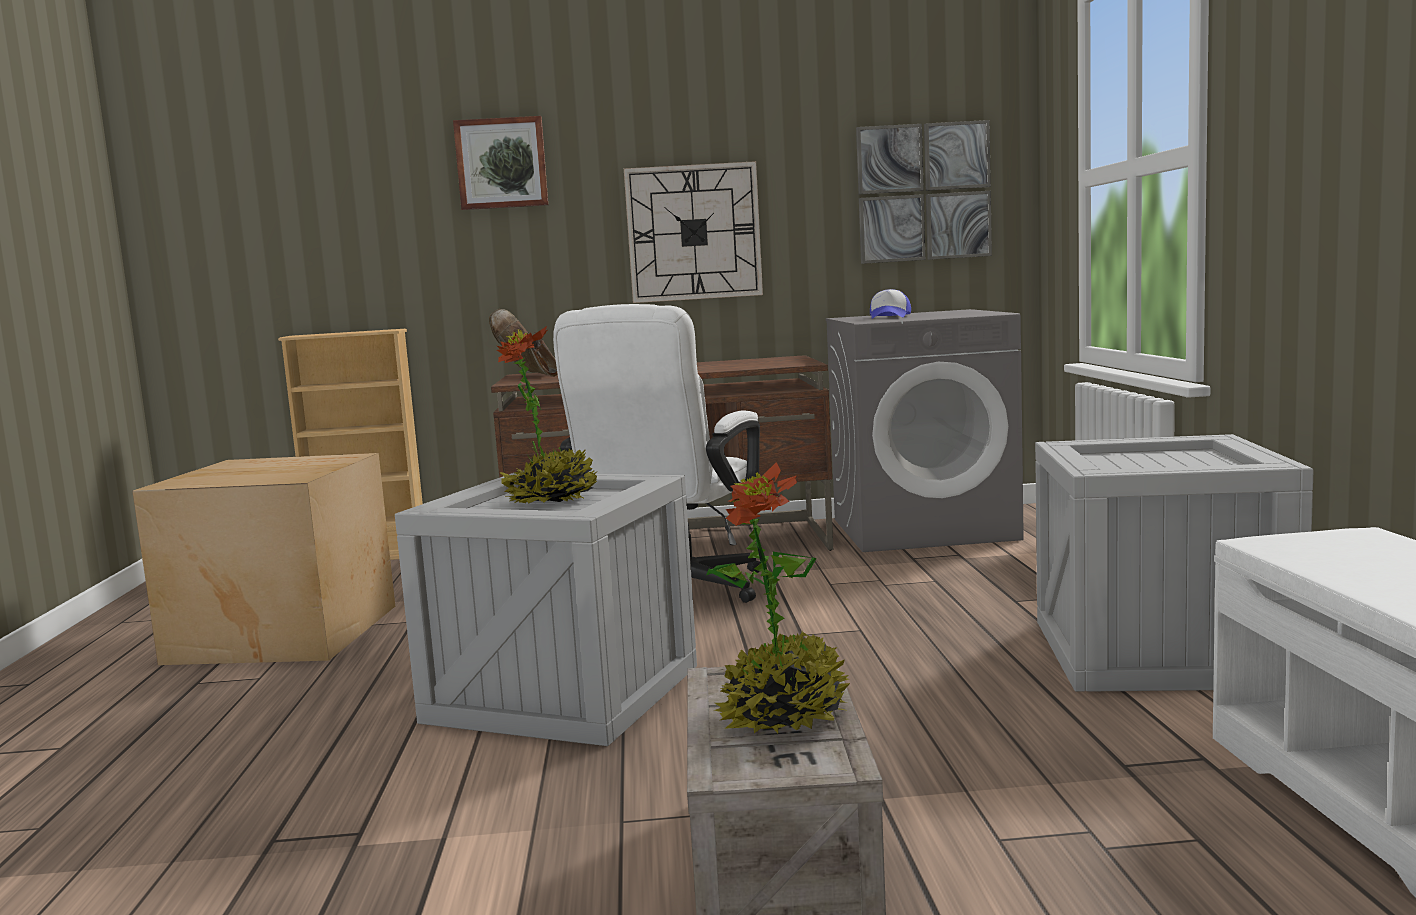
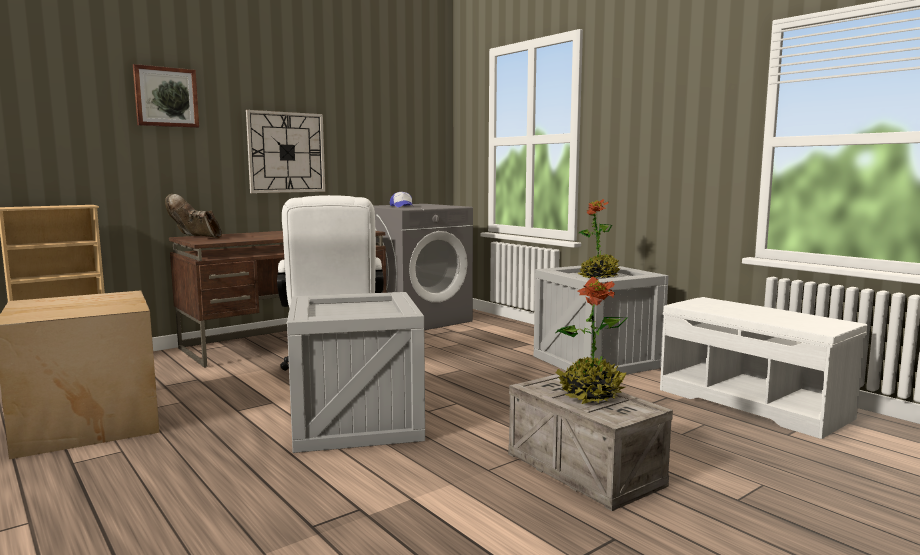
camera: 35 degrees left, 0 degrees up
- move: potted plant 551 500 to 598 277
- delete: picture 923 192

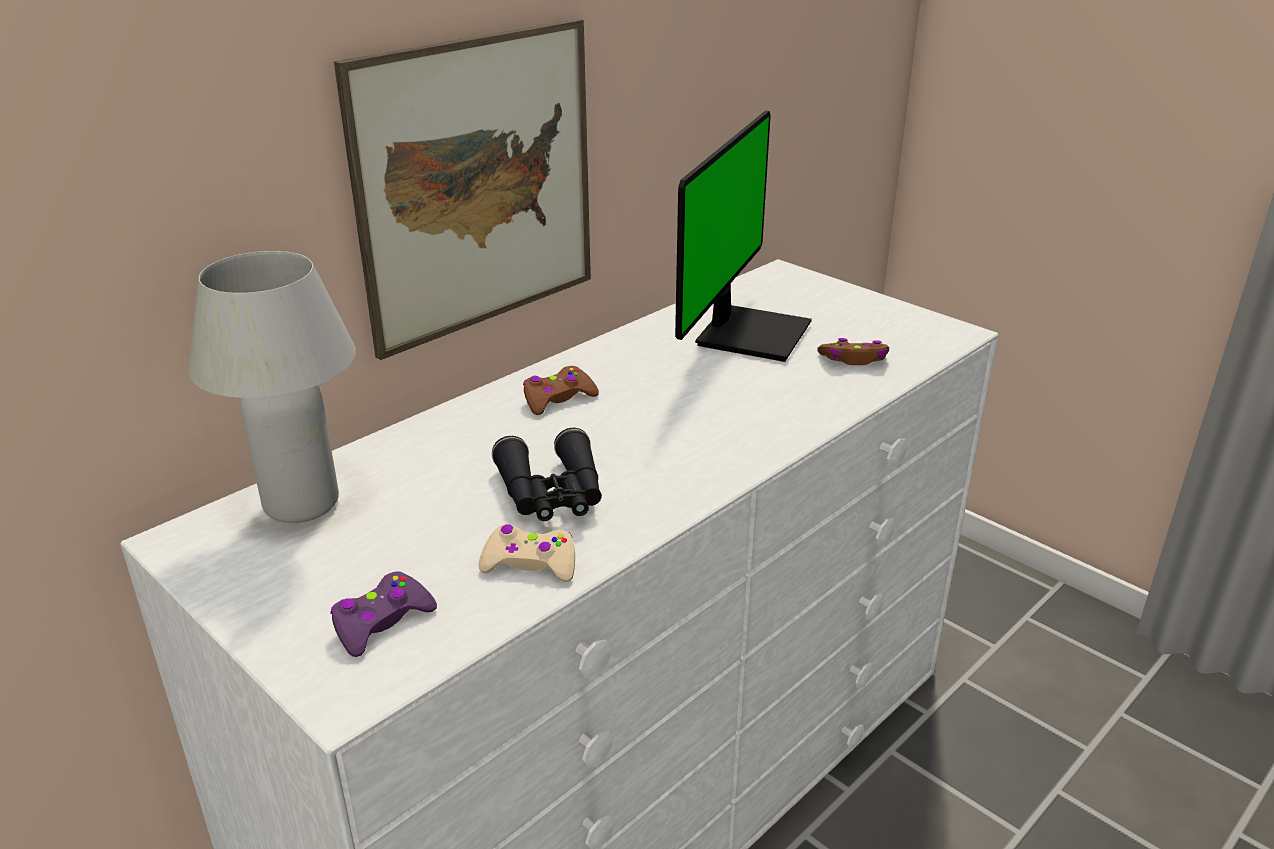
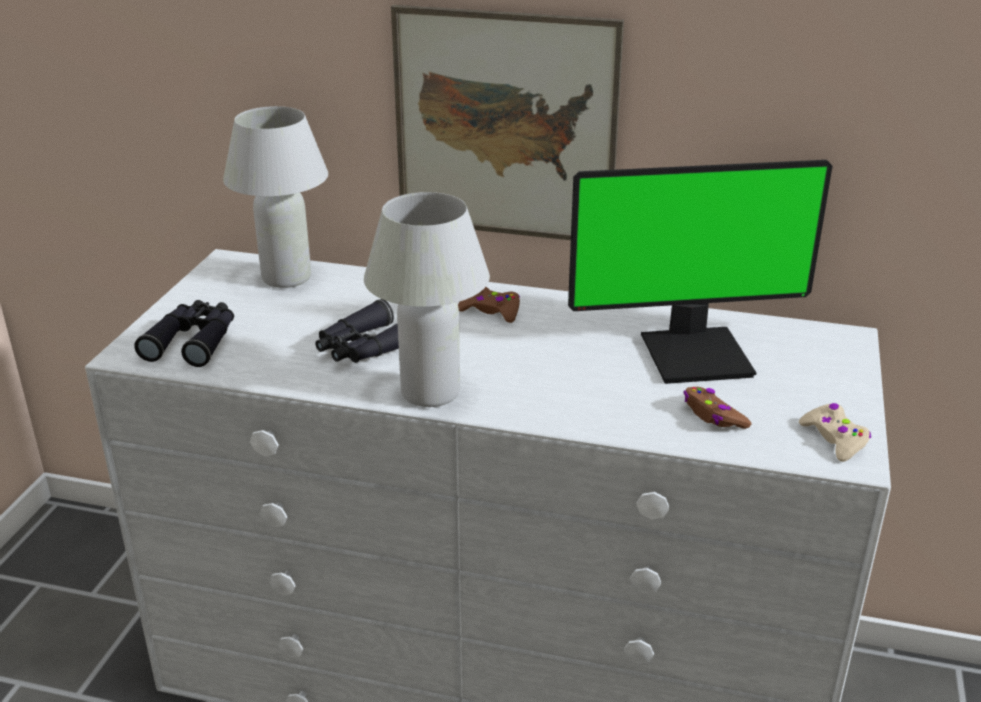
camera: 60 degrees right, 0 degrees up
- replace: game controller (purple) 381 622 to binoculars (black) 193 341
- move: game controller (beige) 530 563 to 834 439
- insert: table lamp (white) 430 392

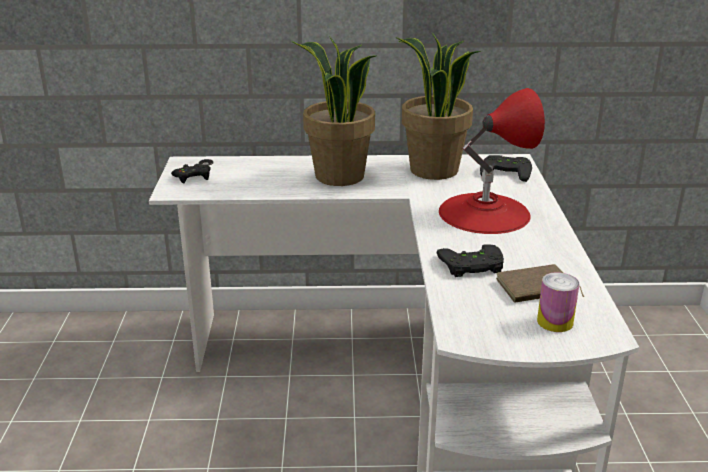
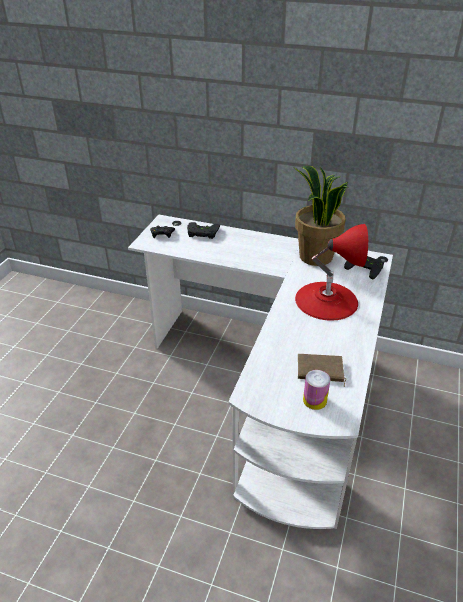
camera: 20 degrees right, 10 degrees up
- delete: potted plant 339 176
- move: game controller (black) 471 266 to 202 233

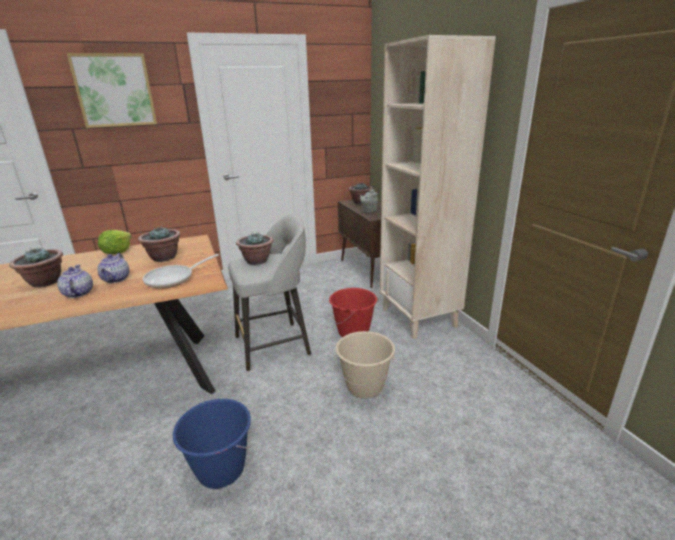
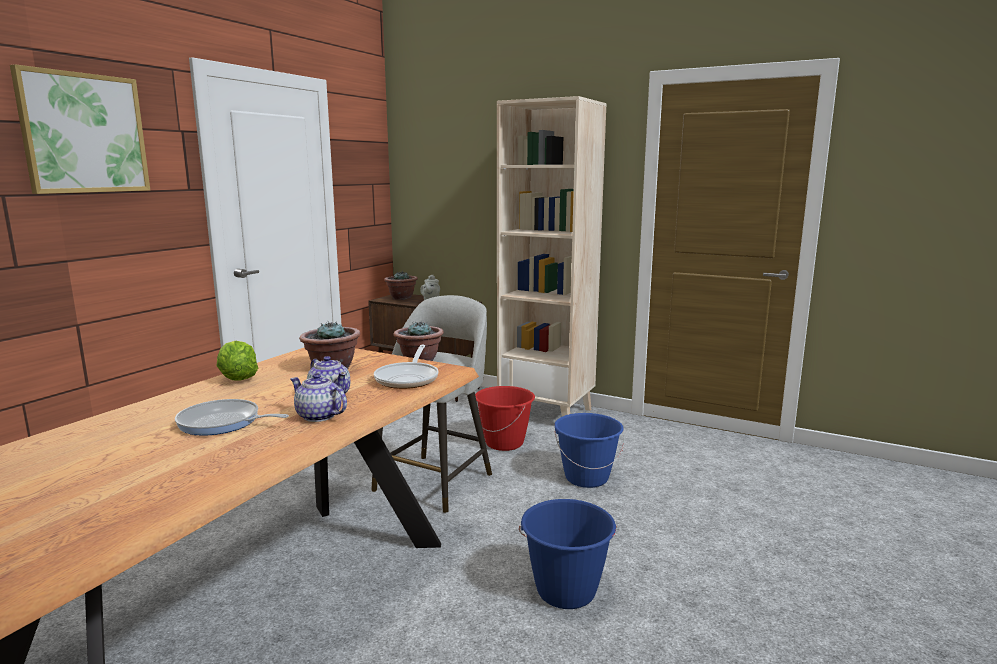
camera: 40 degrees left, 10 degrees down
- replace: potted plant 45 282 to frying pan 223 423
- recolor: bucket (beige) 365 386 to bucket (blue) 586 478

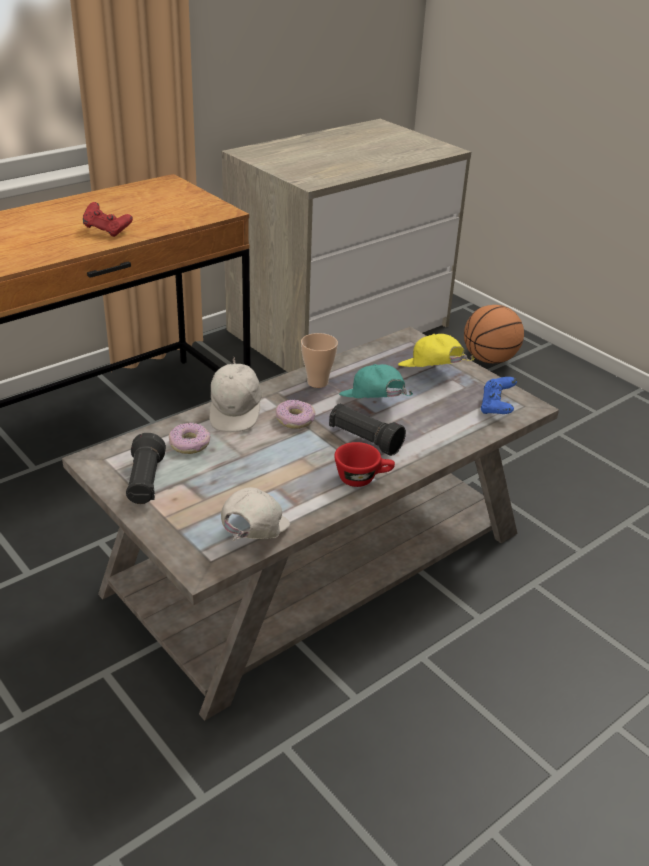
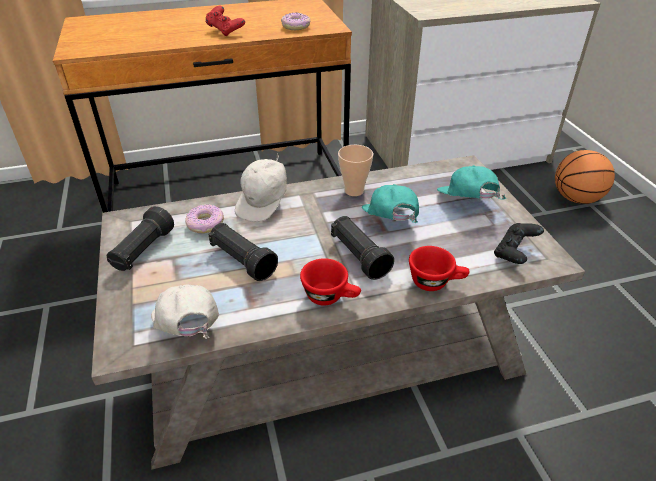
camera: 25 degrees right, 5 degrees up
- rotate: cap (white) 252 536 = 188 330 75 degrees counterclockwise
- move: donut 295 419 to 296 26
- recolor: cap (yellow) 431 373 to cap (turquoise) 466 204
- recolor: game controller (blue) 496 408 to game controller (black) 515 254
- insert: flashlight (black) 242 261
- insert: cup (red) 435 282

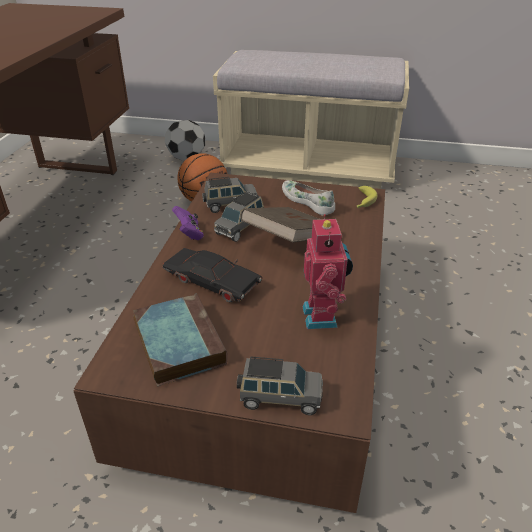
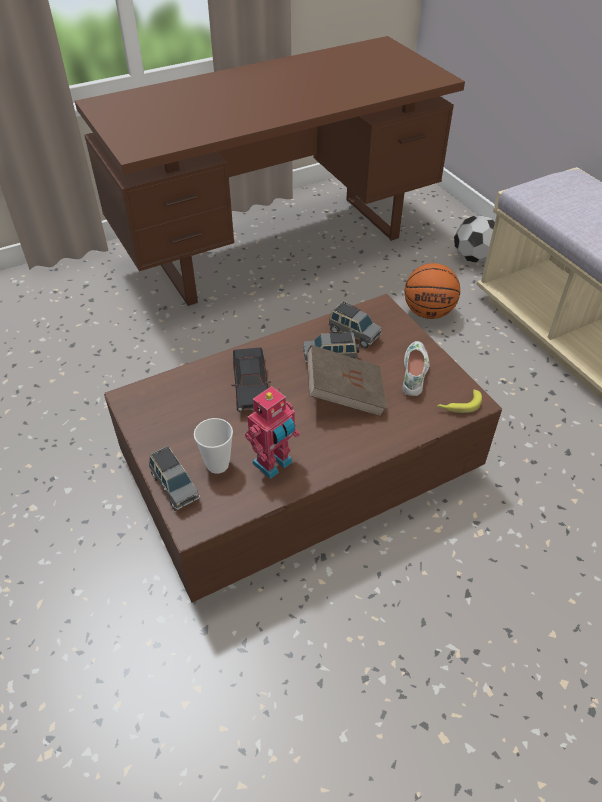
camera: 50 degrees right, 10 degrees up
- delete: book 178 342
- delete: game controller (purple) 189 234
- insert: cup 217 465

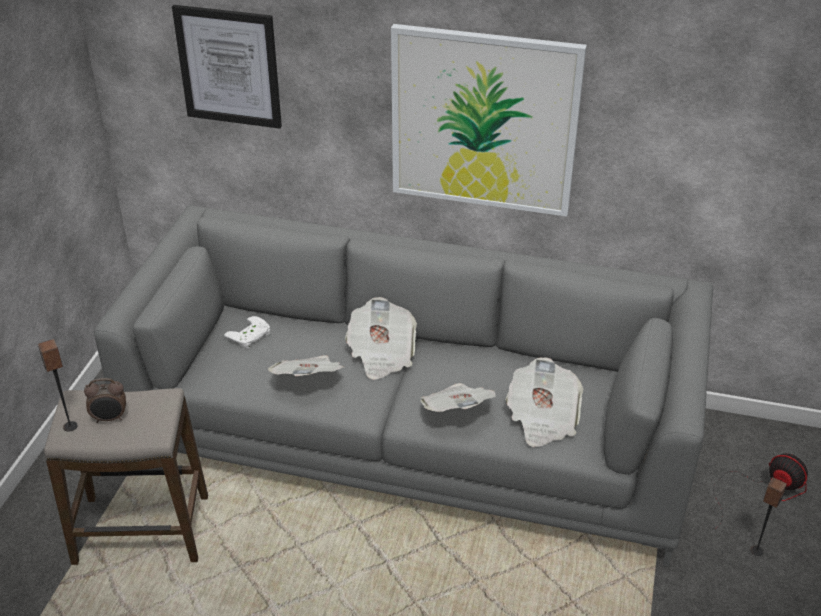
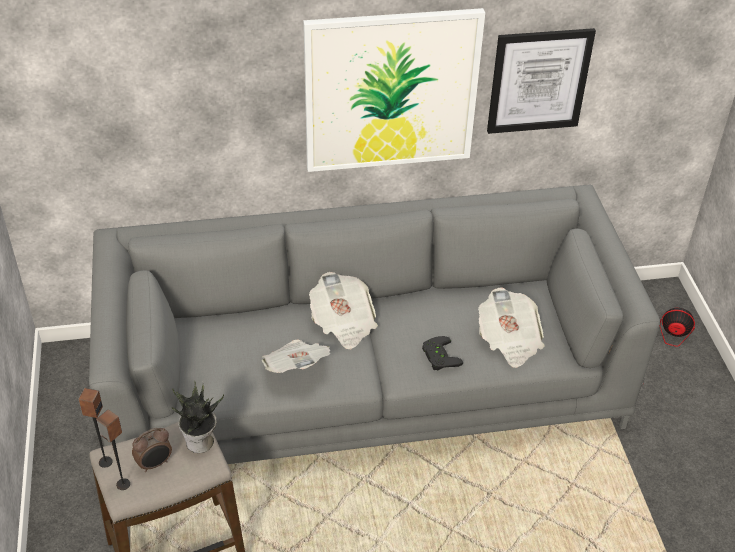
camera: 25 degrees left, 5 degrees up
- move: picture 229 67 to 538 81
- delete: game controller (white) 250 336
- replace: newspaper 456 412 to game controller (black) 438 356
- move: speaker 756 550 to 105 462
- insert: potted plant 200 443

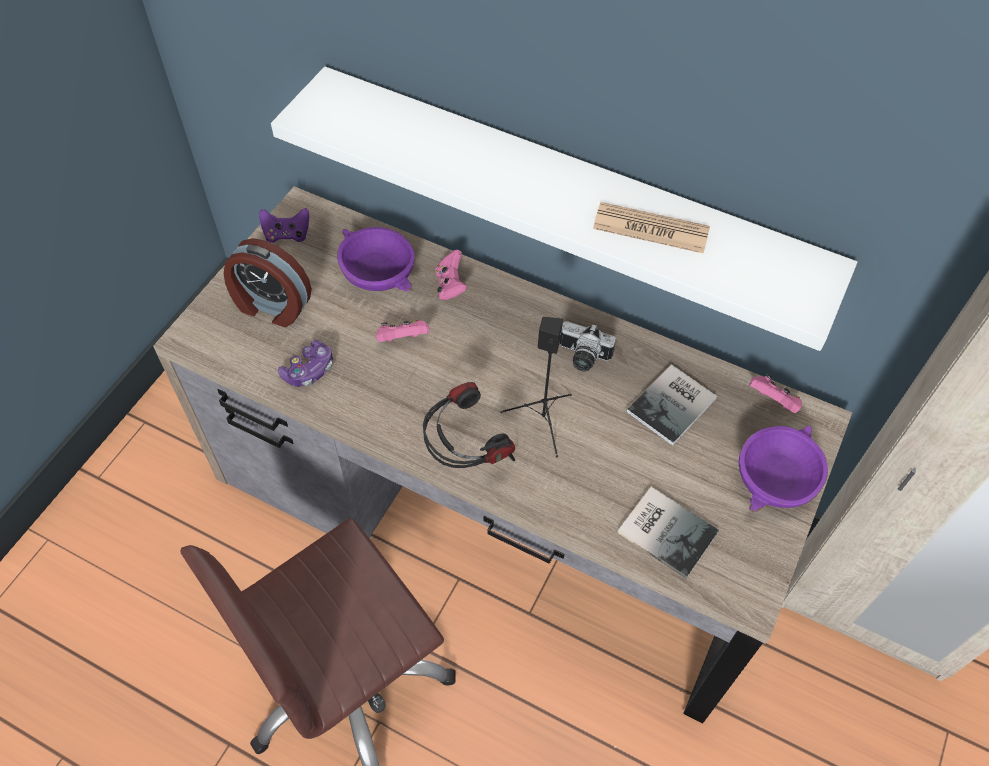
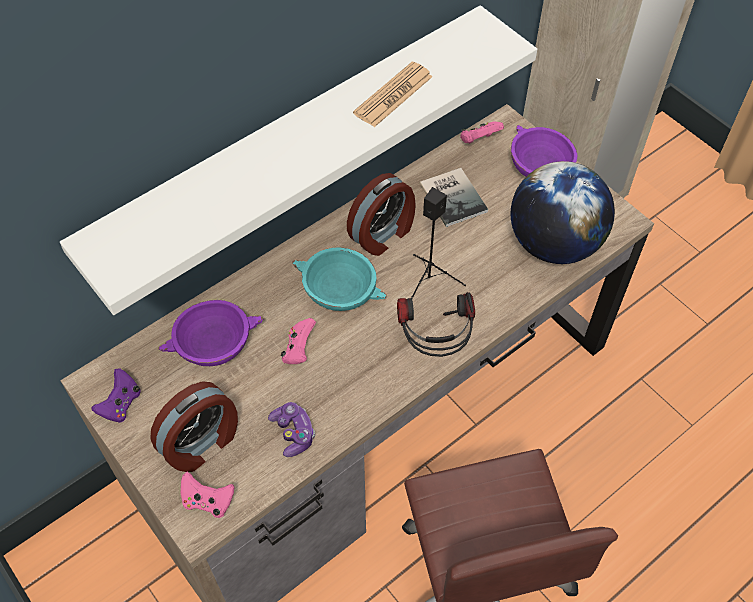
camera: 65 degrees left, 0 degrees up
- move: game controller (pink) 450 286 to 208 501
- replace: photo camera 582 357 to alarm clock 383 234
- replace: book 666 529 to globe 554 244
- insert: bowl (turquoise) 340 290

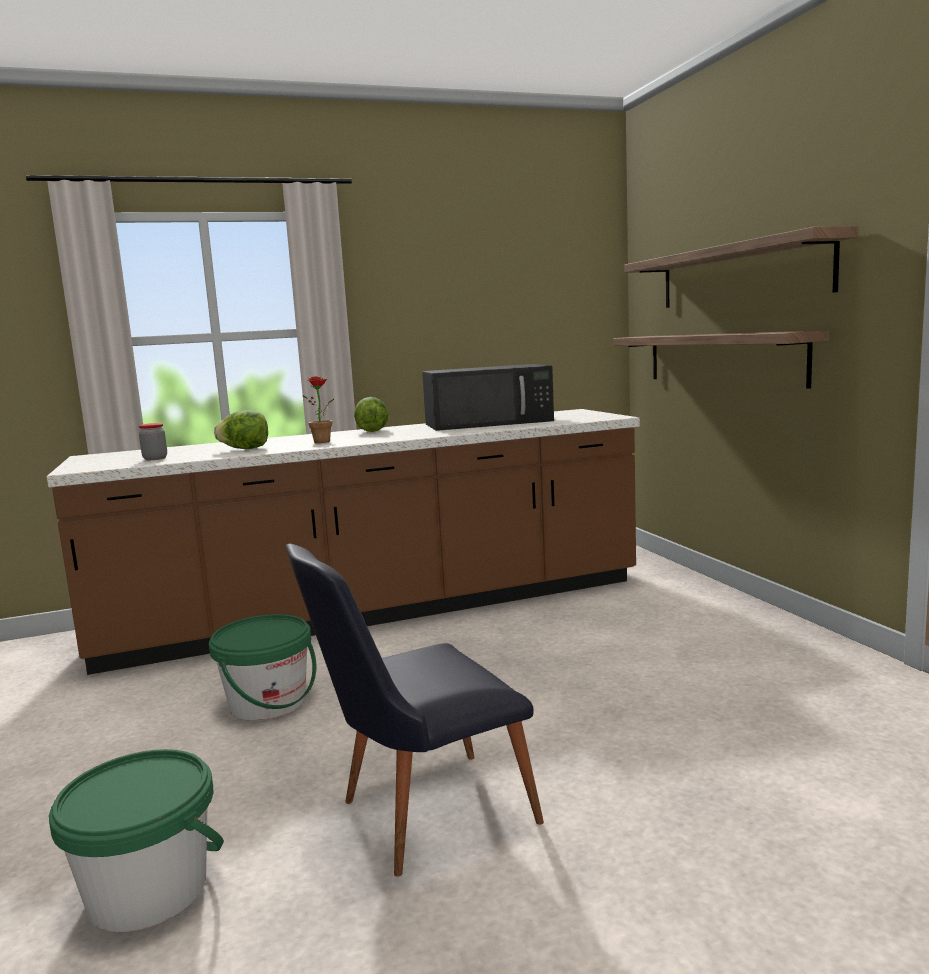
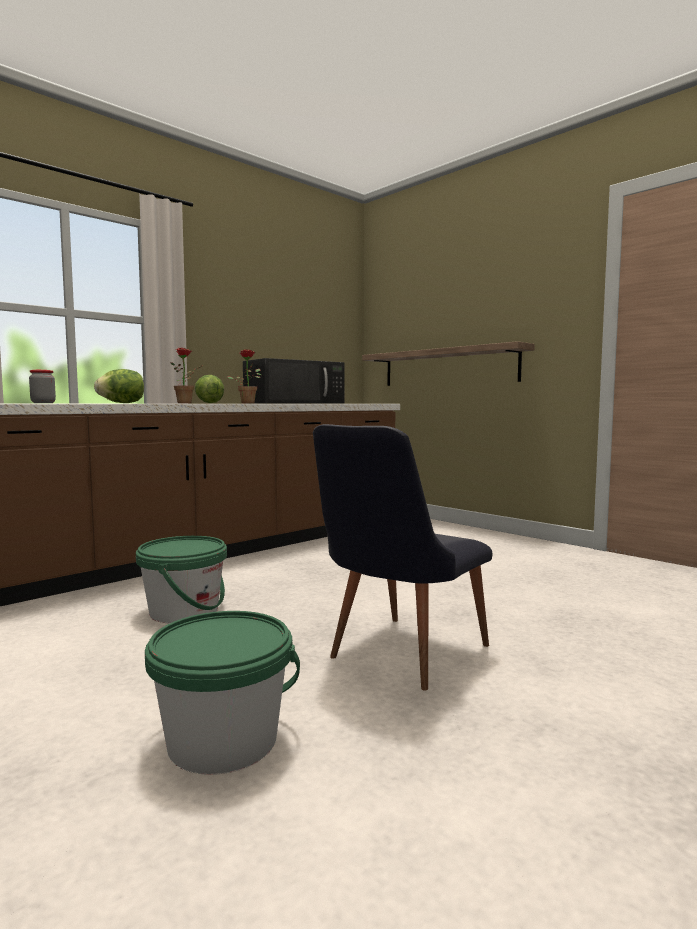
camera: 25 degrees left, 5 degrees down
- delete: shelf 739 274
- insert: potted plant 248 403

